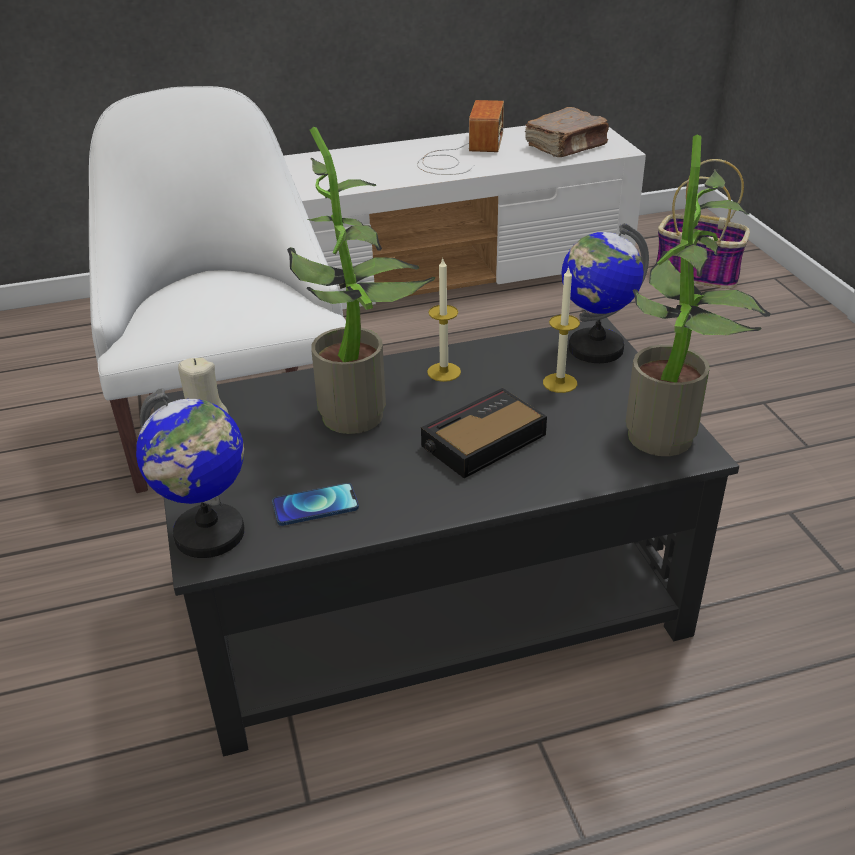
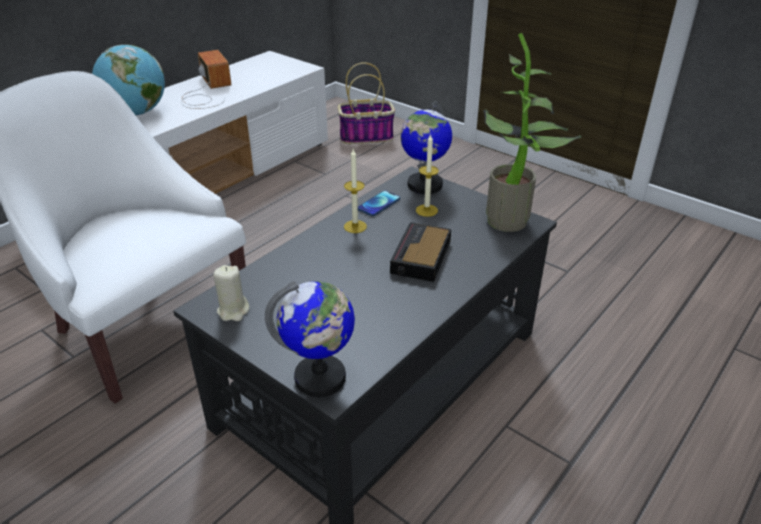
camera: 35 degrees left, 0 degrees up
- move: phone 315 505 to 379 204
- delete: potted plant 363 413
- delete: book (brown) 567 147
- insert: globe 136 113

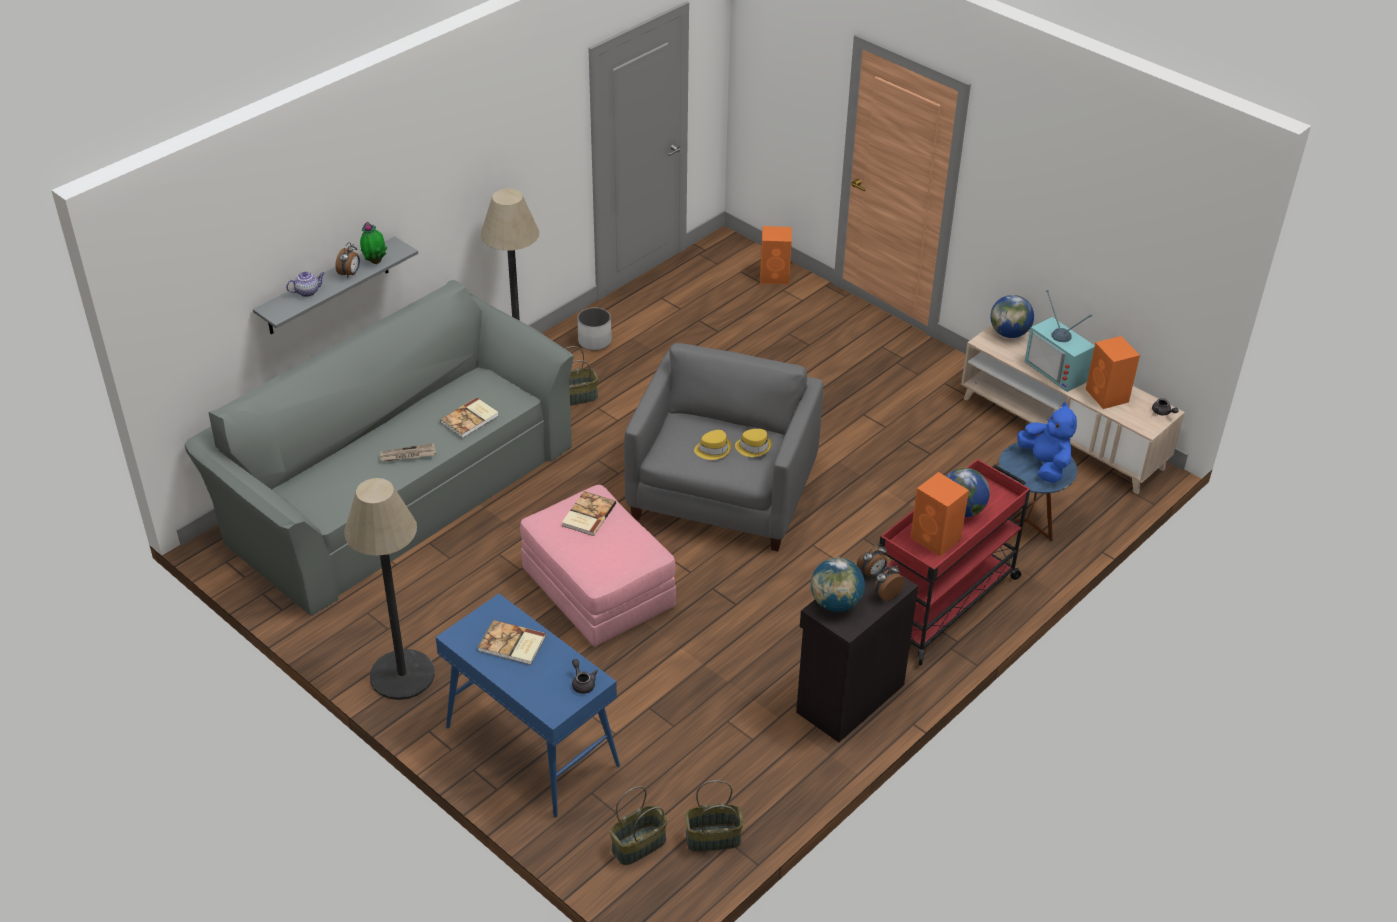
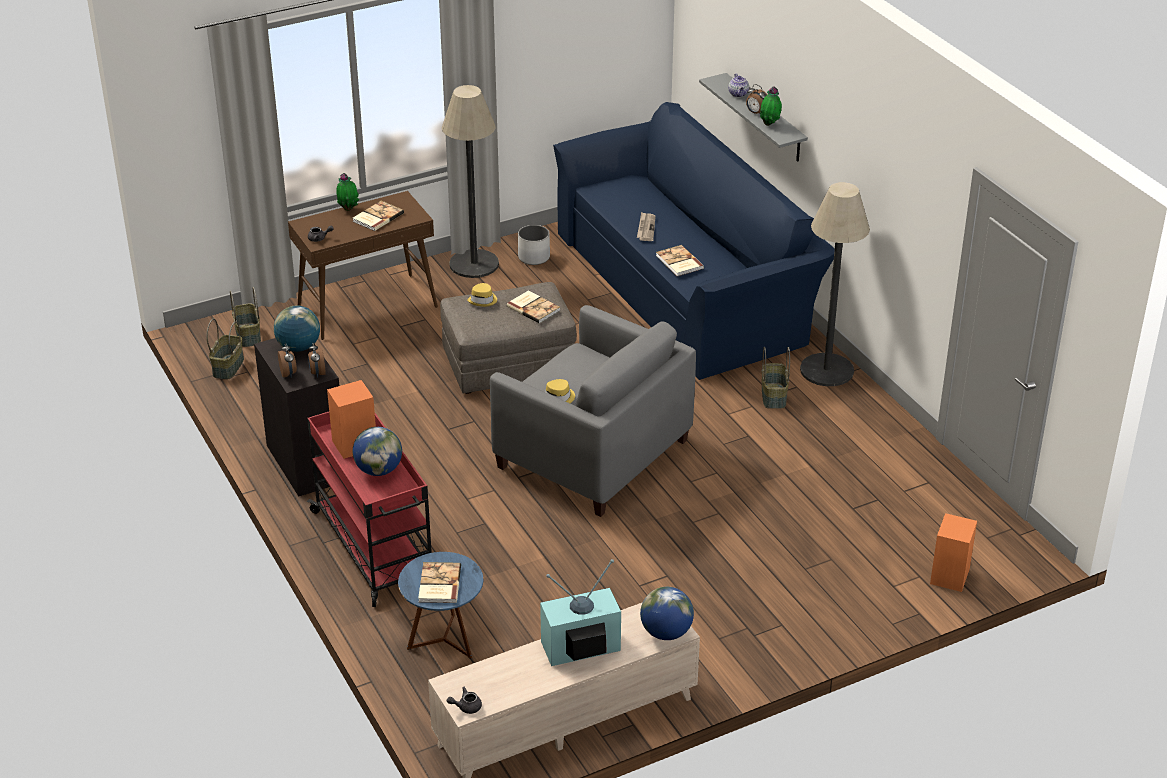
camera: 110 degrees right, 5 degrees down
- recolor: sofa (grey) 395 488 to sofa (blue) 687 285
- recolor: console table (blue) 531 746 to console table (brown) 368 306
- recolor: ottoman (pink) 597 589 to ottoman (grey) 509 362
- move: planter (white) 595 341 to 534 257
- move: hat (yellow) 713 449 to 483 300
- replace: plush toy (blue) 1045 464 to book 438 584
- delete: speaker (orange) 1107 396
- insert: potted plant 348 209

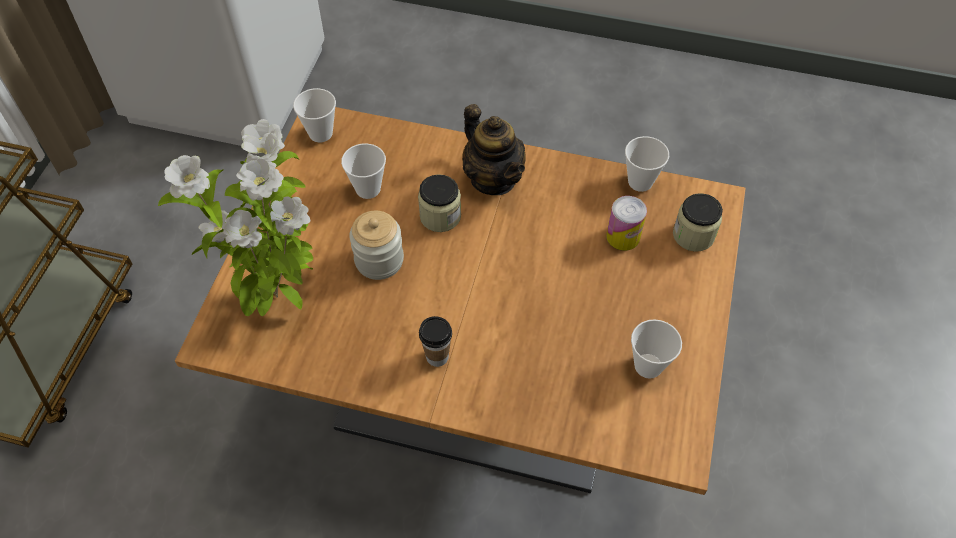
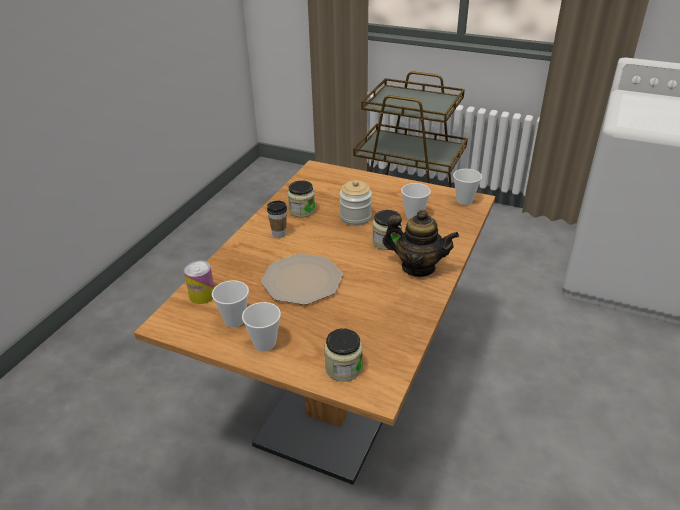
camera: 100 degrees right, 20 degrees down
- delete: potted plant 280 298
- rotate: teapot 493 179 = 418 267 135 degrees counterclockwise
- move: can 623 236 to 202 295
- move: cup 640 182 to 265 343
- insert: plate 302 281
- insert: jar 302 210

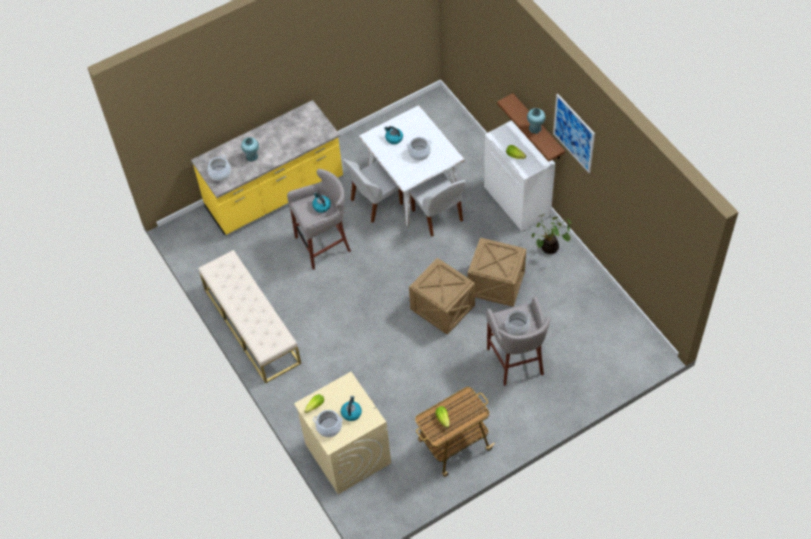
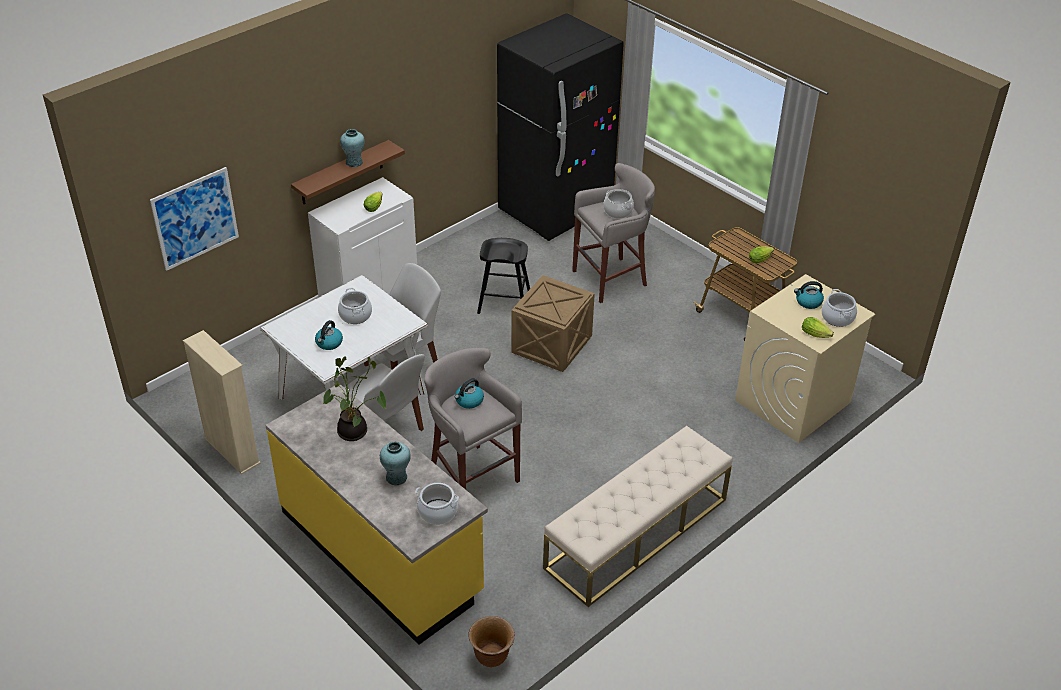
camera: 105 degrees left, 15 degrees down
- replace: crate 497 284 to stool (black) 504 303
- move: potted plant 549 249 to 355 432
- move: picture 573 133 to 195 218
- insert: bookcase (beige) 232 451
- insert: planter (brown) 492 656
- insert: fridge (black) 555 211

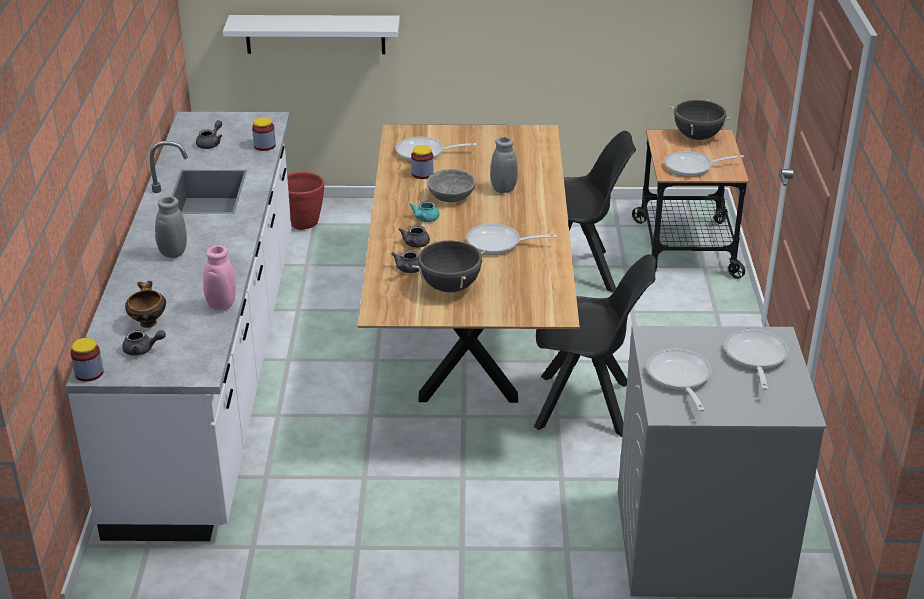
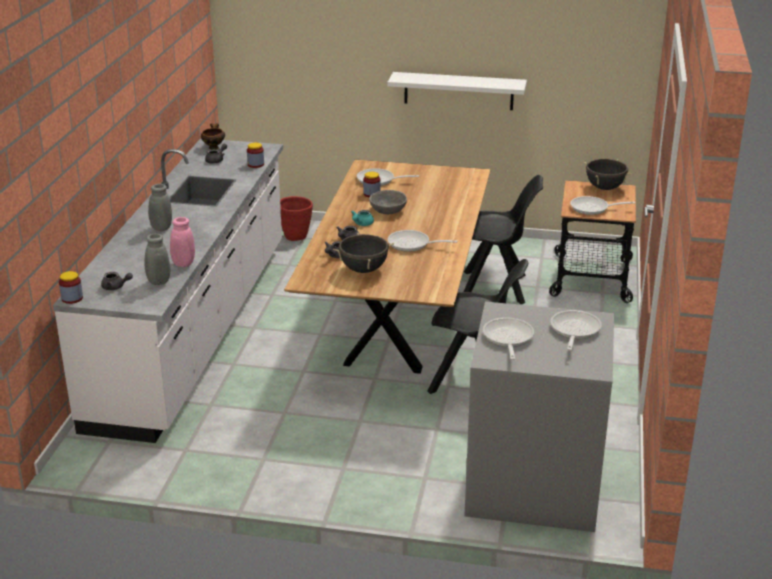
camera: 10 degrees right, 5 degrees down
- move: bowl 148 322 to 213 147
- move: shelf (white) 315 34 to 458 91
- move: vase (grey) 502 191 to 157 283

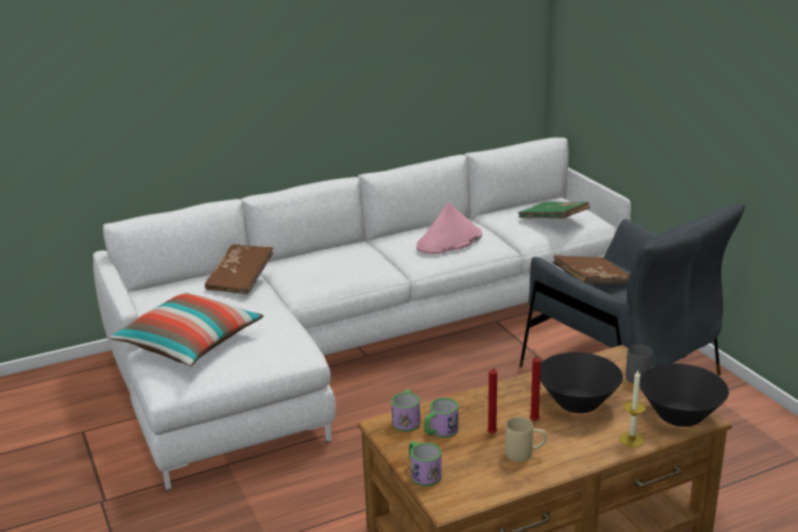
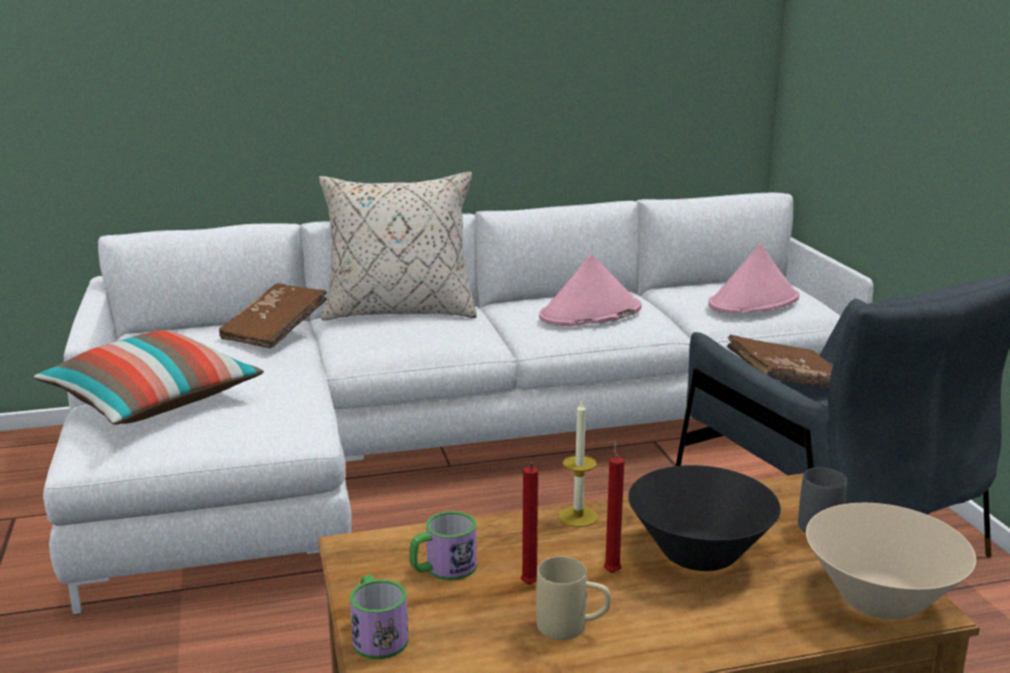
camera: 10 degrees right, 5 degrees down
- delete: mug 406 420
- replace: book (green) 553 220 to hat (pink) 754 302
- move: candle 631 439 to 578 516
- recolor: bowl (black) 680 416 to bowl (beige) 881 600
- insert: pillow (beige) 399 311

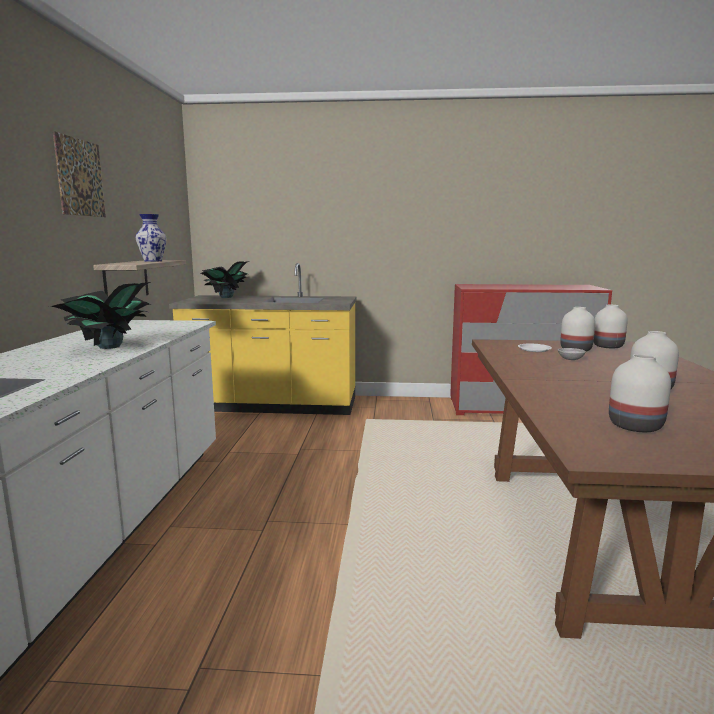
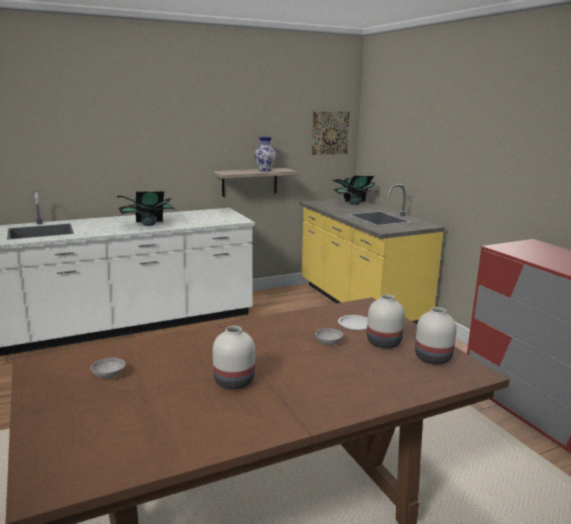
camera: 60 degrees right, 5 degrees up
- move: picture 80 177 to 330 133
- replace: vase (white) 633 426 to bowl (grey) 109 375

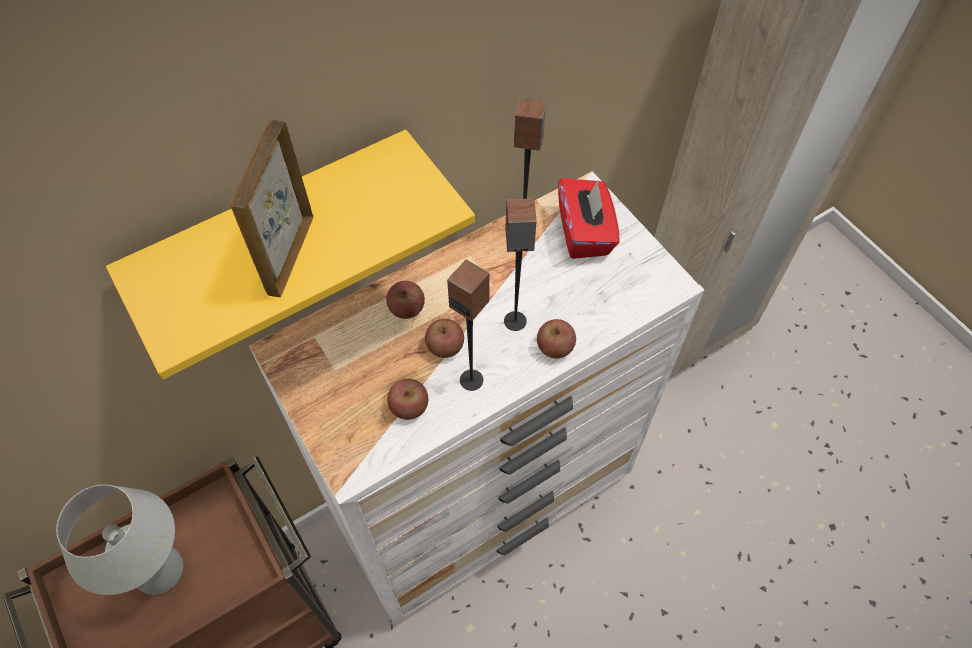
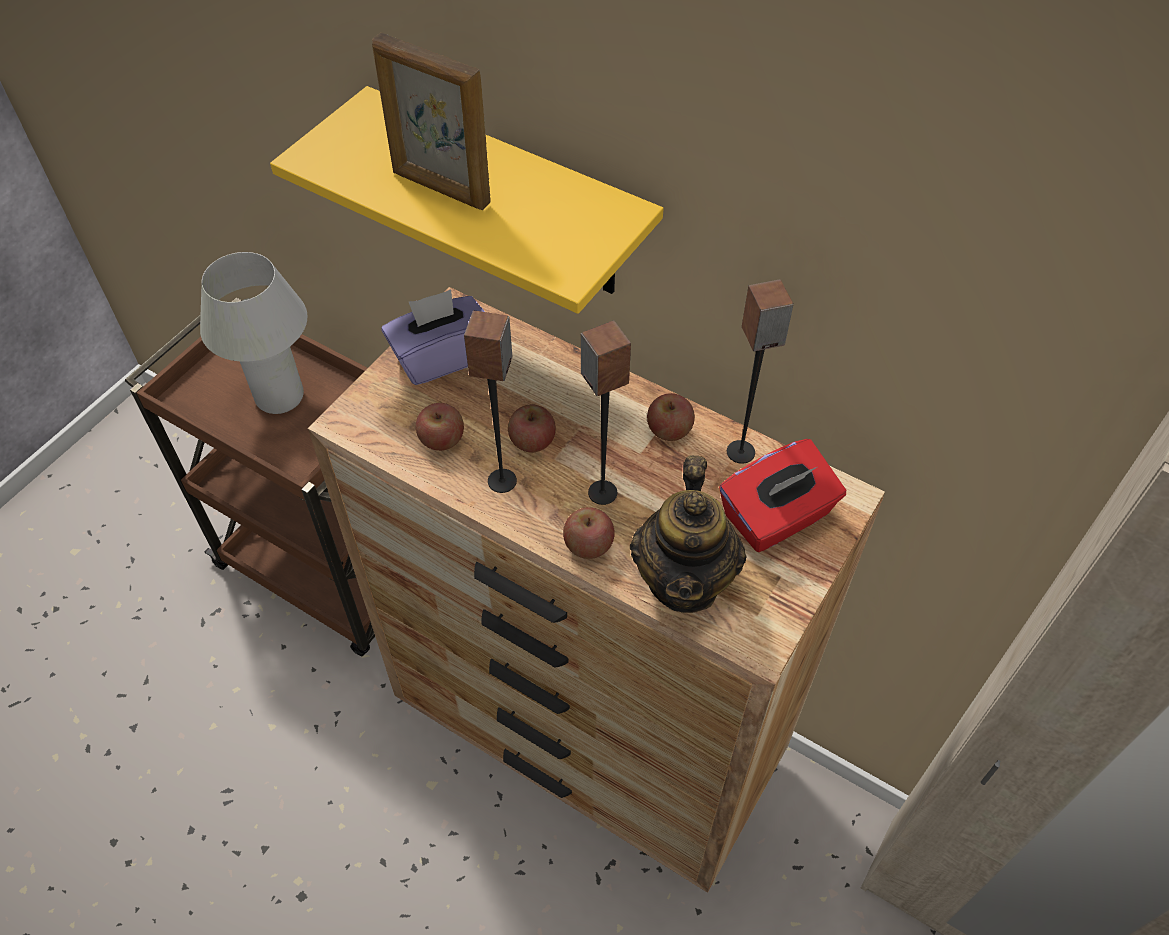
camera: 65 degrees right, 5 degrees down
- rotate: picture frame 289 255 = 440 188 135 degrees counterclockwise
- recolor: dresser (white) 485 499 to dresser (brown) 590 734
- move: apple 406 308 to 669 430
- insert: tissue box (purple) 441 357
- insert: teapot 684 580

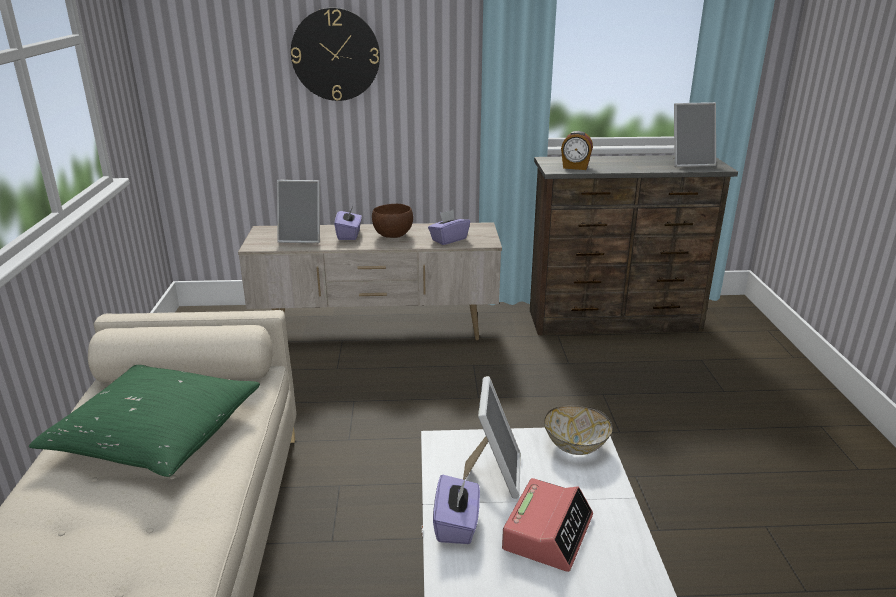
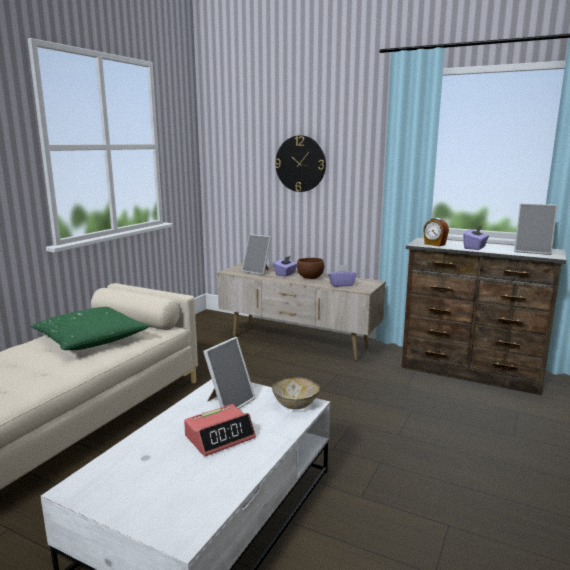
camera: 30 degrees right, 10 degrees down
- move: tissue box (purple) 457 525 to 475 248

